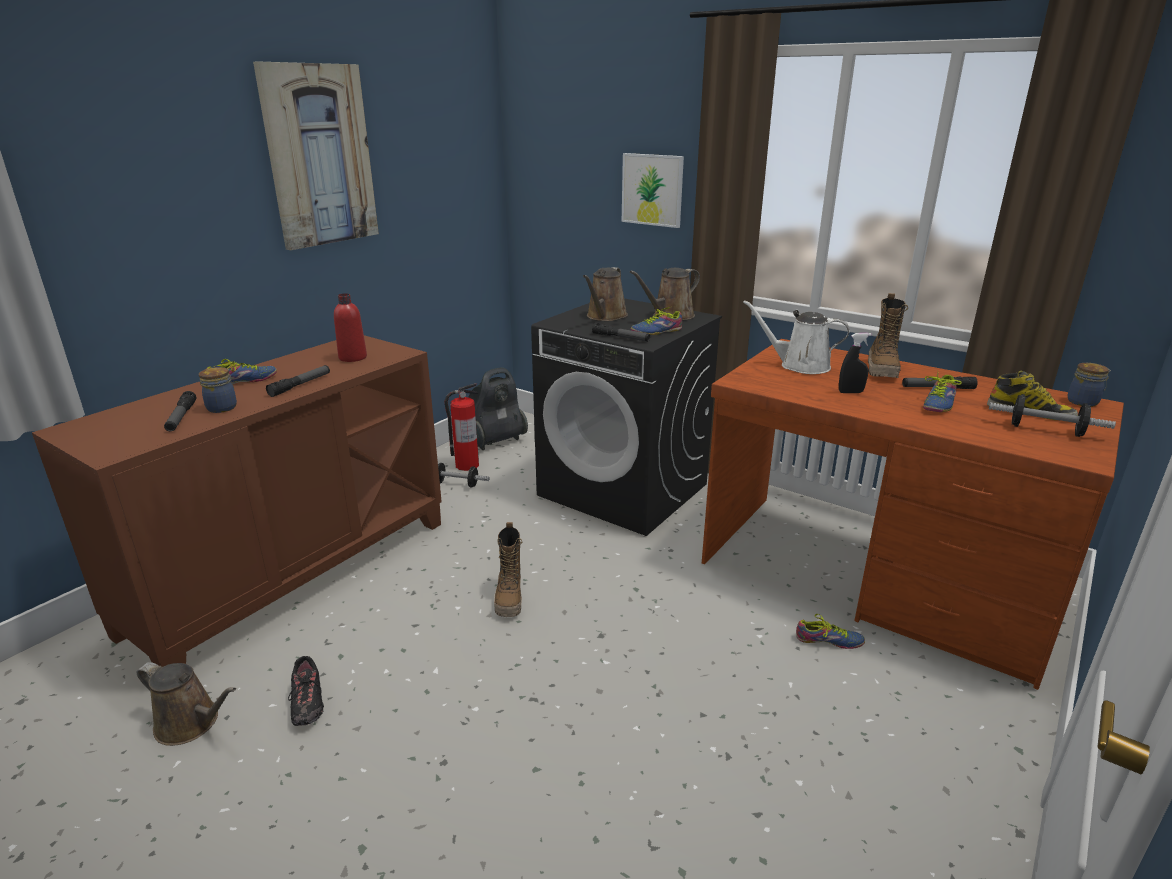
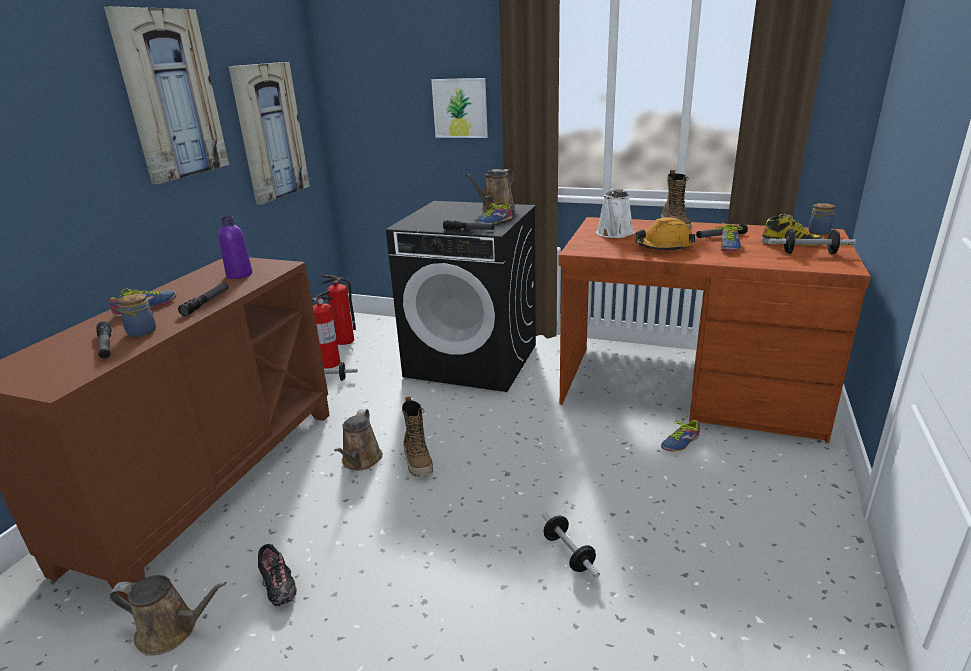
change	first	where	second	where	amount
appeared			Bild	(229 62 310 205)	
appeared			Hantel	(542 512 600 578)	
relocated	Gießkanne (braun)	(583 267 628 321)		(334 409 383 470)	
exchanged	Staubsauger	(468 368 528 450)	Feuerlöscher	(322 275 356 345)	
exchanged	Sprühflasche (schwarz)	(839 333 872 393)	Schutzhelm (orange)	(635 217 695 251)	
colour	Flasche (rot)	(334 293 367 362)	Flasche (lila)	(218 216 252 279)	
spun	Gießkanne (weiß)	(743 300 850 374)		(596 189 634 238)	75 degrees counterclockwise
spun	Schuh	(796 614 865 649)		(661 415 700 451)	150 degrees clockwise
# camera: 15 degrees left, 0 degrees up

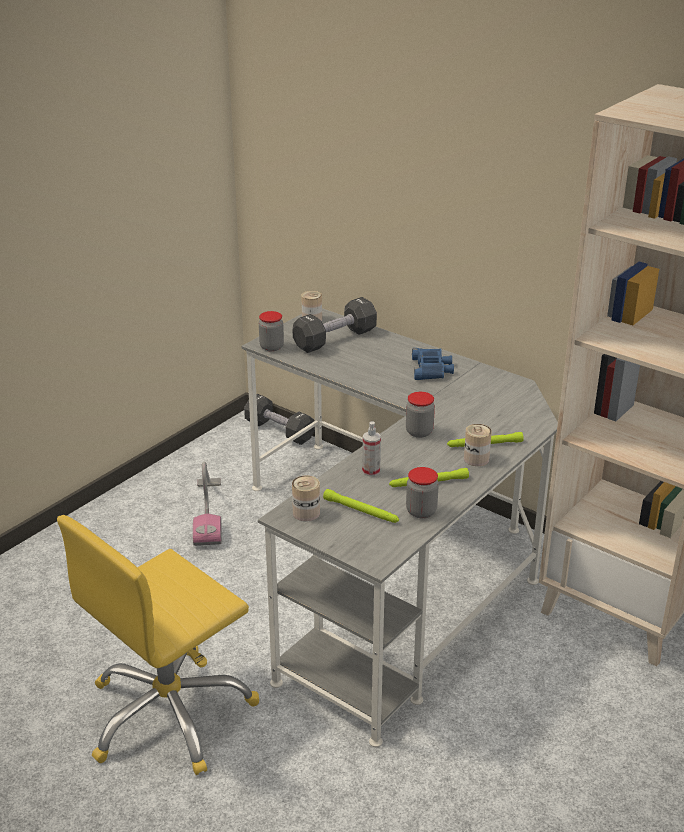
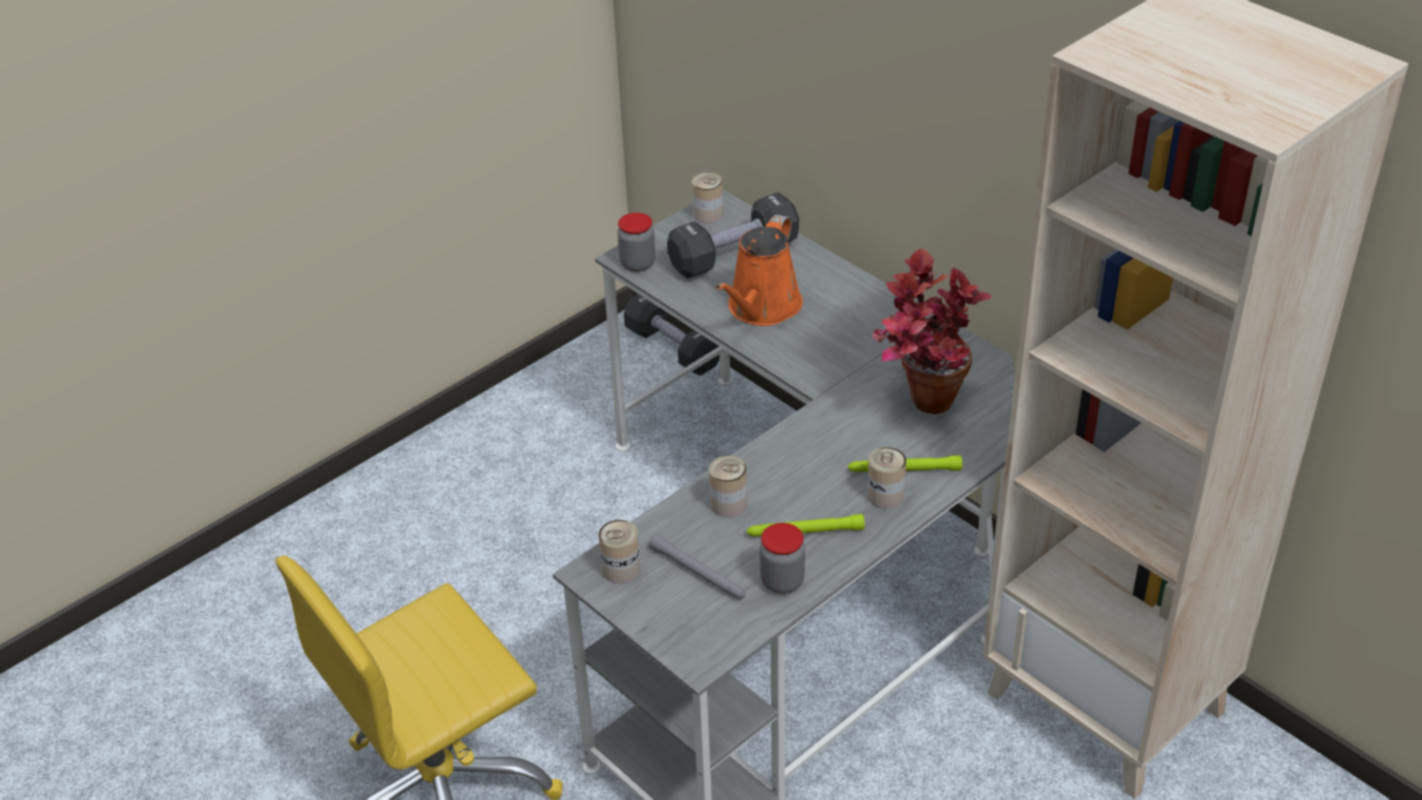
change	first	where	second	where	amount
missing	Staubsauger	(193 461 222 546)			
missing	Vorratsglas	(406 392 435 438)			
missing	Fernglas (blau)	(412 348 454 380)			
appeared			Gießkanne (orange)	(716 215 803 326)	
appeared			Topfpflanze	(872 249 992 414)	
exchanged	Sprühflasche	(362 422 381 476)	Dose	(709 456 747 518)	
colour	Taschenlampe (grün)	(323 489 399 523)	Taschenlampe (grau)	(649 534 745 599)	
# camera: 10 degrees right, 10 degrees up

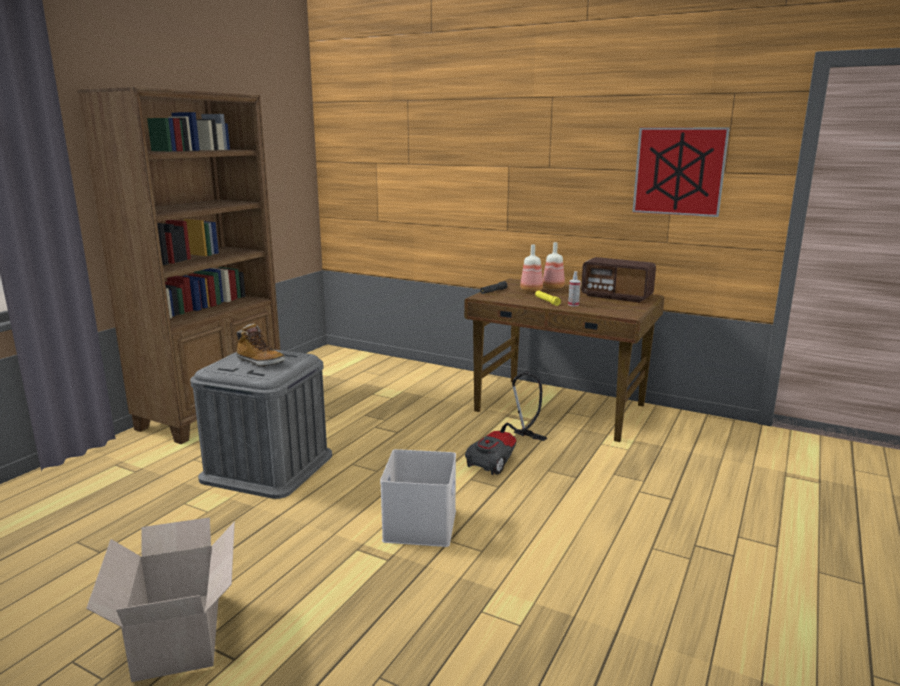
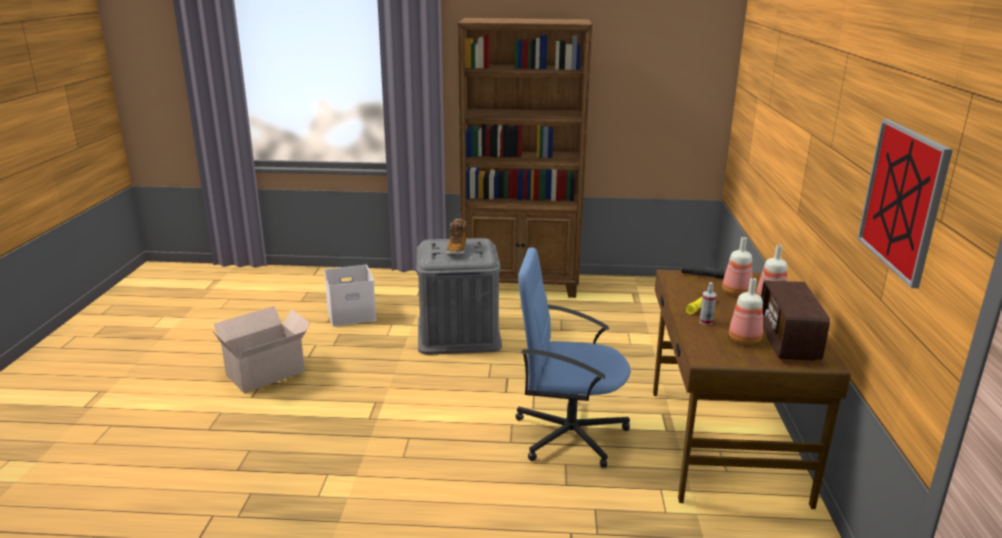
change	first	where	second	where	amount
appeared			Flasche	(729 278 763 345)	
relocated	Aufbewahrungsbox (weiß)	(380 449 456 547)		(324 265 377 327)	
exchanged	Staubsauger	(465 372 547 475)	Bürostuhl (blau)	(515 247 631 468)	
# camera: 65 degrees right, 5 degrees up

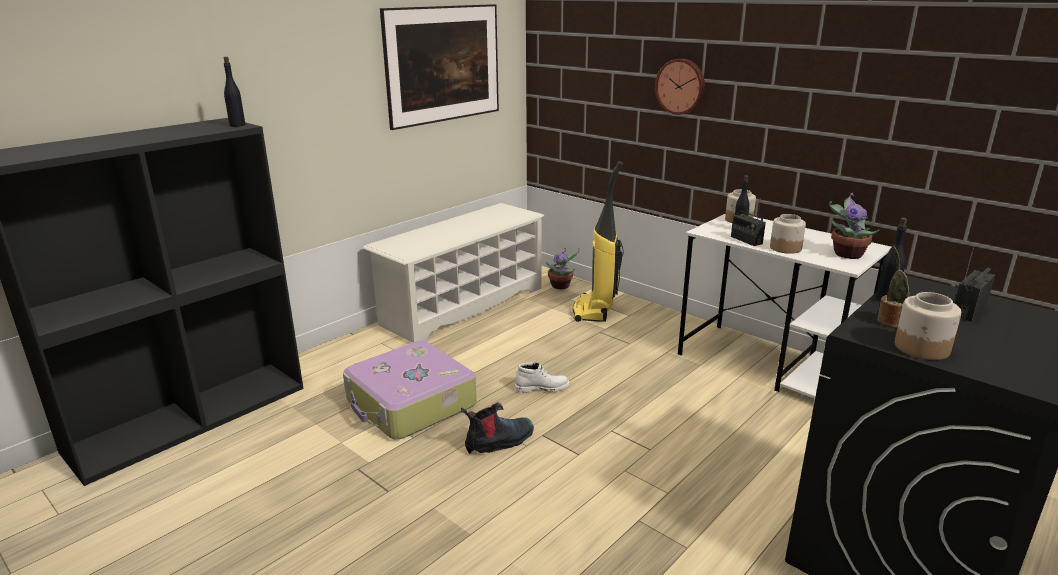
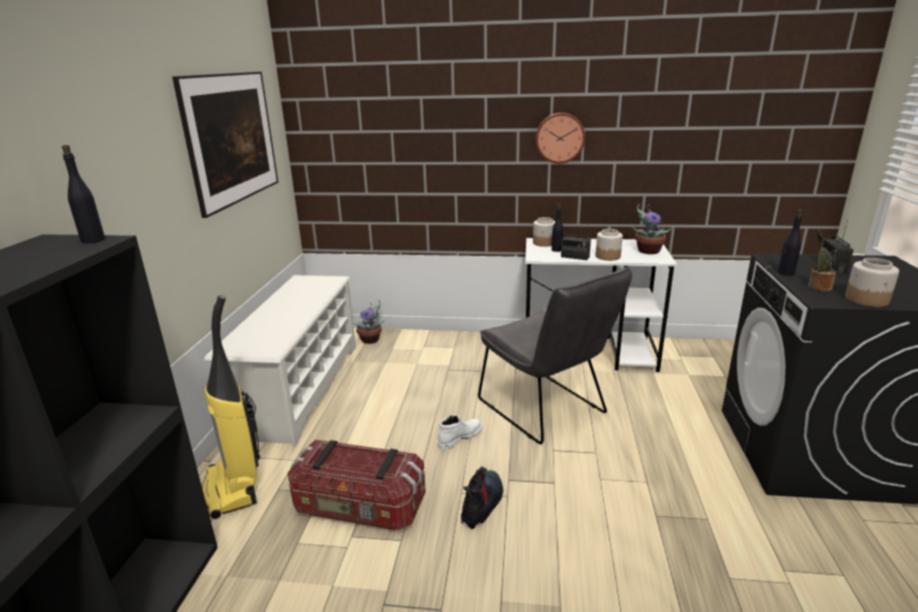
change	first	where	second	where	amount
appeared			Stuhl (grau)	(478 266 632 444)	
relocated	Staubsauger	(572 161 624 322)		(202 295 261 519)	
relocated	Wanduhr	(655 59 705 115)		(536 113 585 164)	
exchanged	Koffer	(343 341 477 439)	Aufbewahrungsbox	(287 440 426 530)	
# camera: 35 degrees left, 0 degrees up

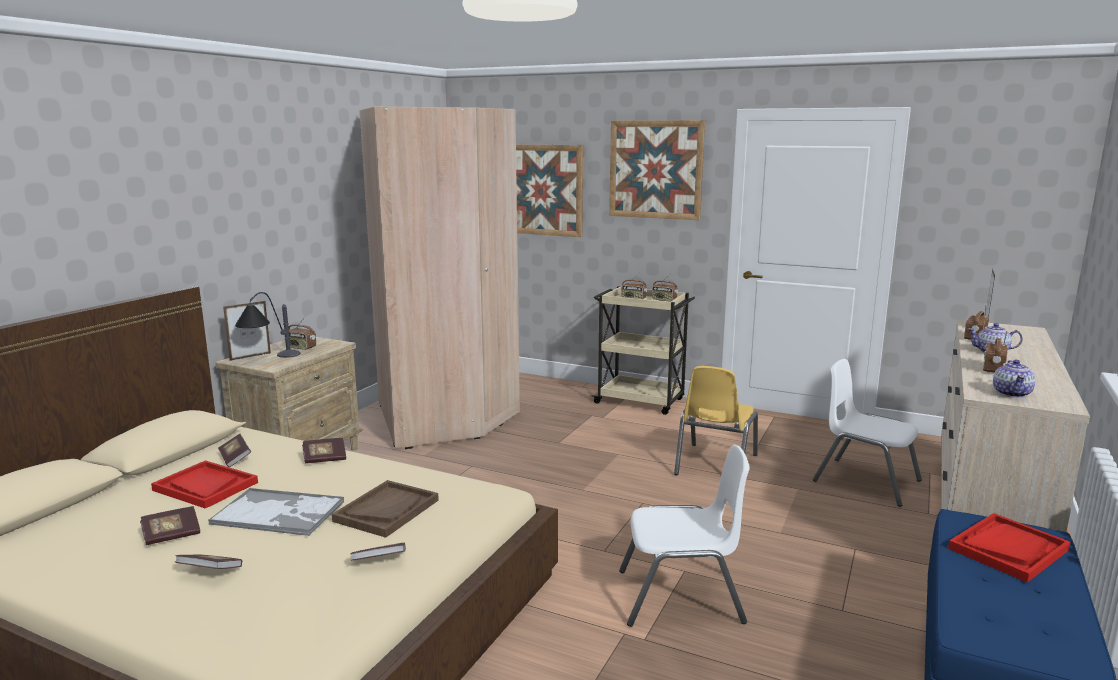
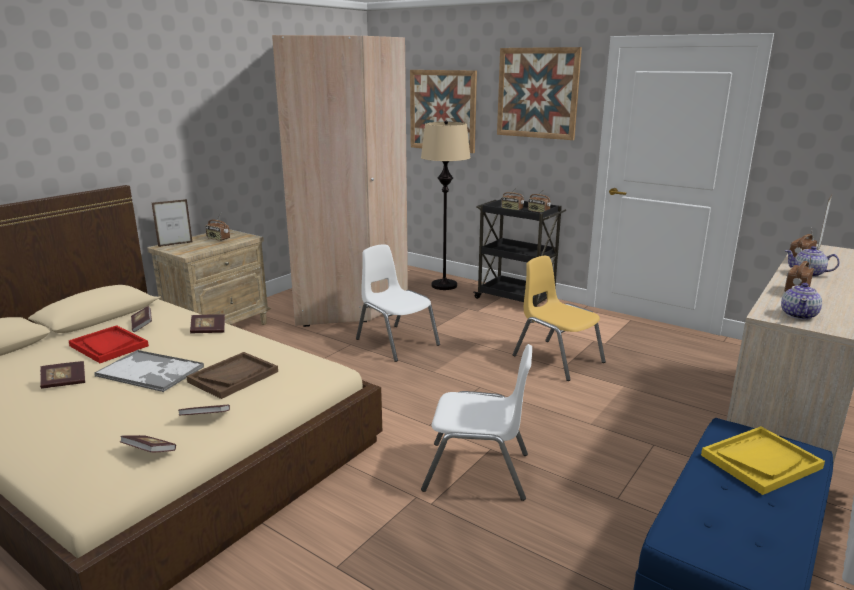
change	first	where	second	where	amount
missing	Tischlampe	(235 292 301 358)			
appeared			Stehlampe (beige)	(421 120 471 290)	
relocated	Buch	(175 555 242 569)		(119 435 176 452)	
relocated	Stuhl (weiß)	(813 359 922 507)		(356 244 440 362)	
colour	Rollwagen (beige)	(592 286 695 415)	Rollwagen (schwarz)	(474 198 566 307)	
colour	Tablett (rot)	(948 513 1071 582)	Tablett (gelb)	(701 426 825 495)	
spun	Stuhl (gelb)	(674 366 758 475)		(513 256 606 381)	105 degrees clockwise
# camera: 10 degrees right, 5 degrees up

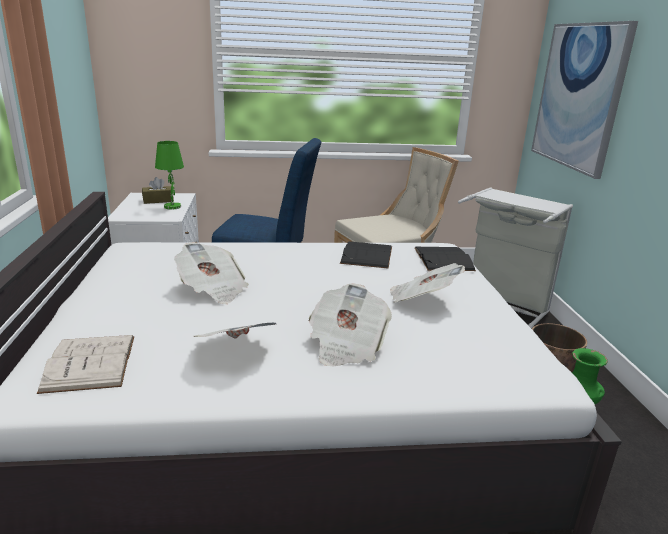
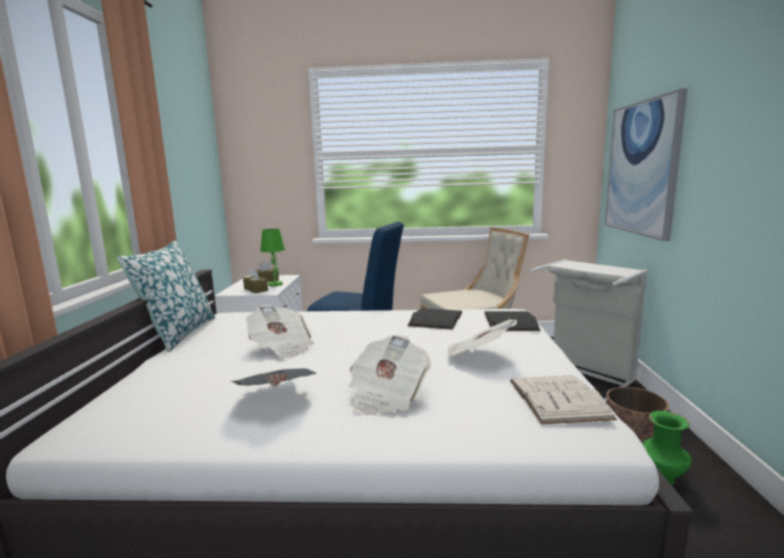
change	first	where	second	where	amount
appeared			Kissen	(117 240 215 352)	
appeared			Taschentuchbox (braun)	(243 268 268 293)	
relocated	Buch (weiß)	(37 335 134 394)		(510 375 617 424)	
# camera: 10 degrees right, 10 degrees down

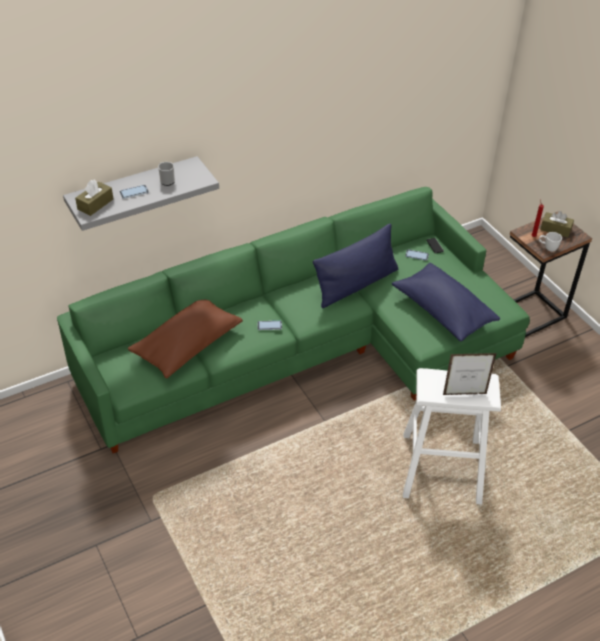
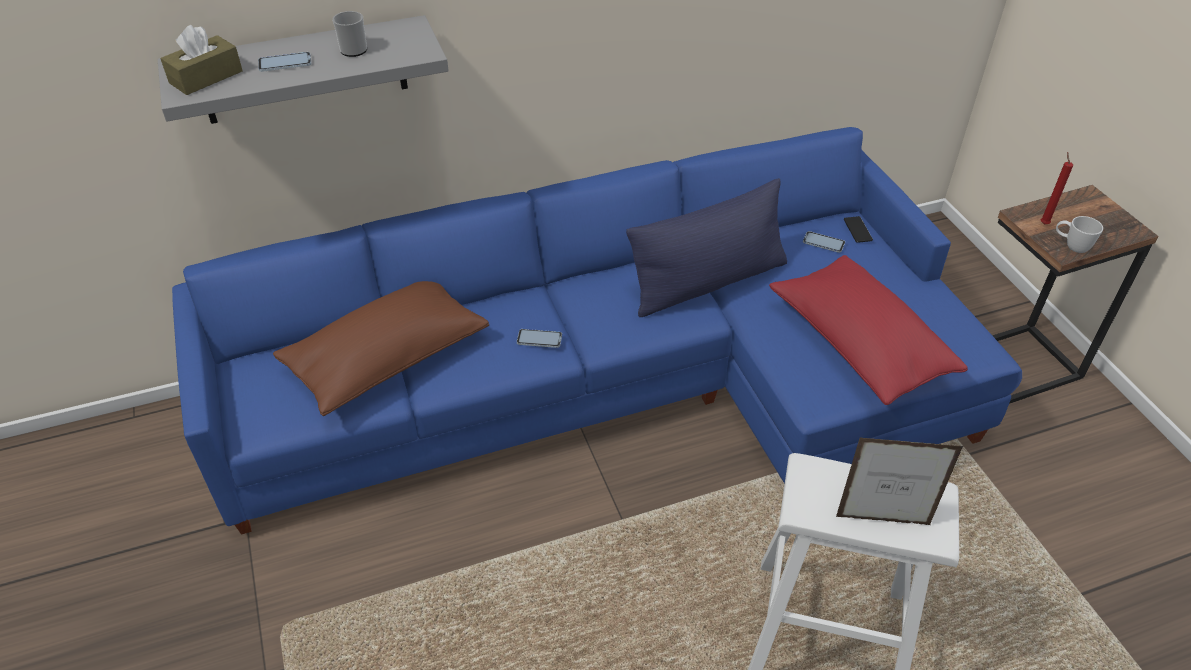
change	first	where	second	where	amount
missing	Taschentuchbox (braun)	(540 211 574 238)			
colour	Sofa (grün)	(57 187 530 453)	Sofa (blau)	(172 127 1022 535)	
colour	Kissen (blau)	(392 263 500 342)	Kissen (rot)	(769 255 968 405)	
# camera: 10 degrees right, 0 degrees up

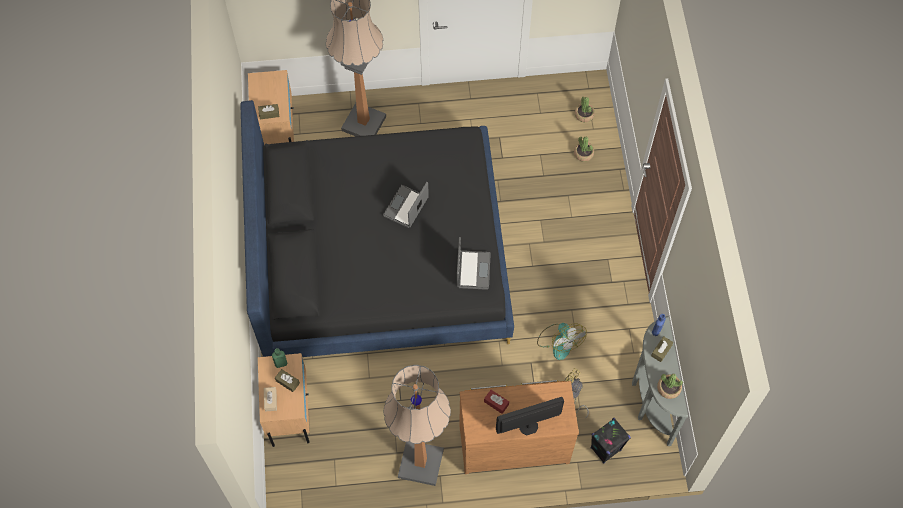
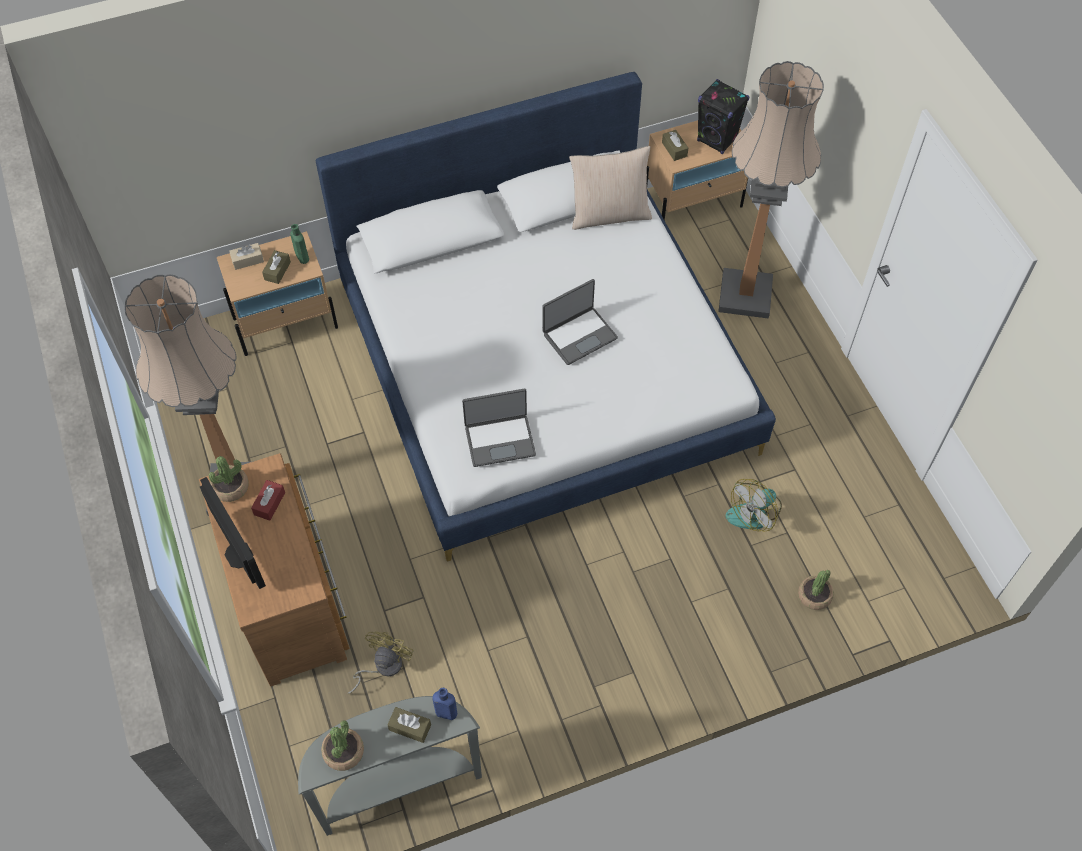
change	first	where	second	where	amount
appeared			Kissen (beige)	(569 146 652 230)	
relocated	Ventilator	(537 323 586 360)		(725 479 782 532)	
relocated	Topfpflanze	(575 97 595 122)		(209 456 249 502)	
relocated	Lautsprecher (schwarz)	(591 418 631 464)		(697 79 749 154)	
colour	Bett (schwarz)	(240 100 514 357)	Bett (weiß)	(316 72 776 562)	
spun	Laptop	(383 182 429 228)		(542 279 618 365)	135 degrees clockwise
# camera: 75 degrees right, 5 degrees down

